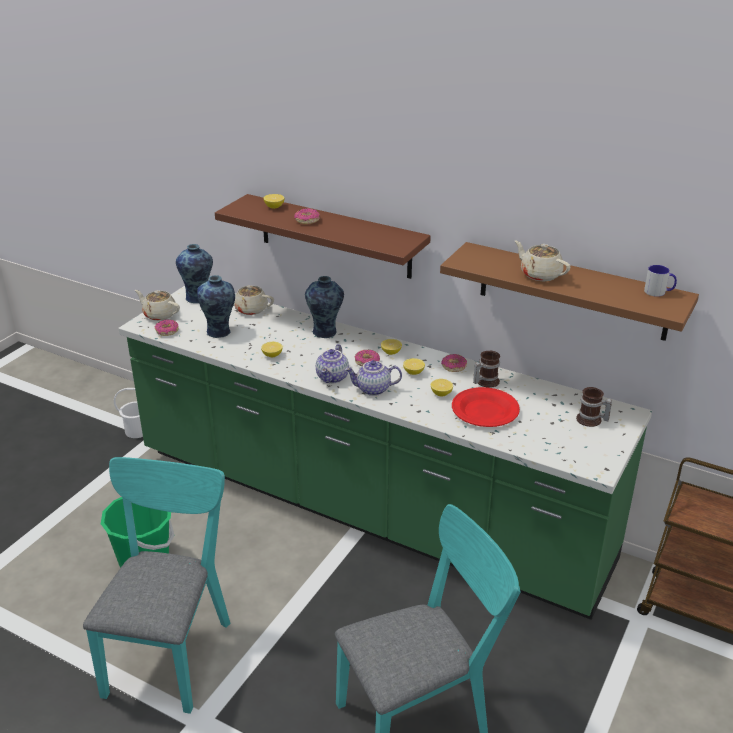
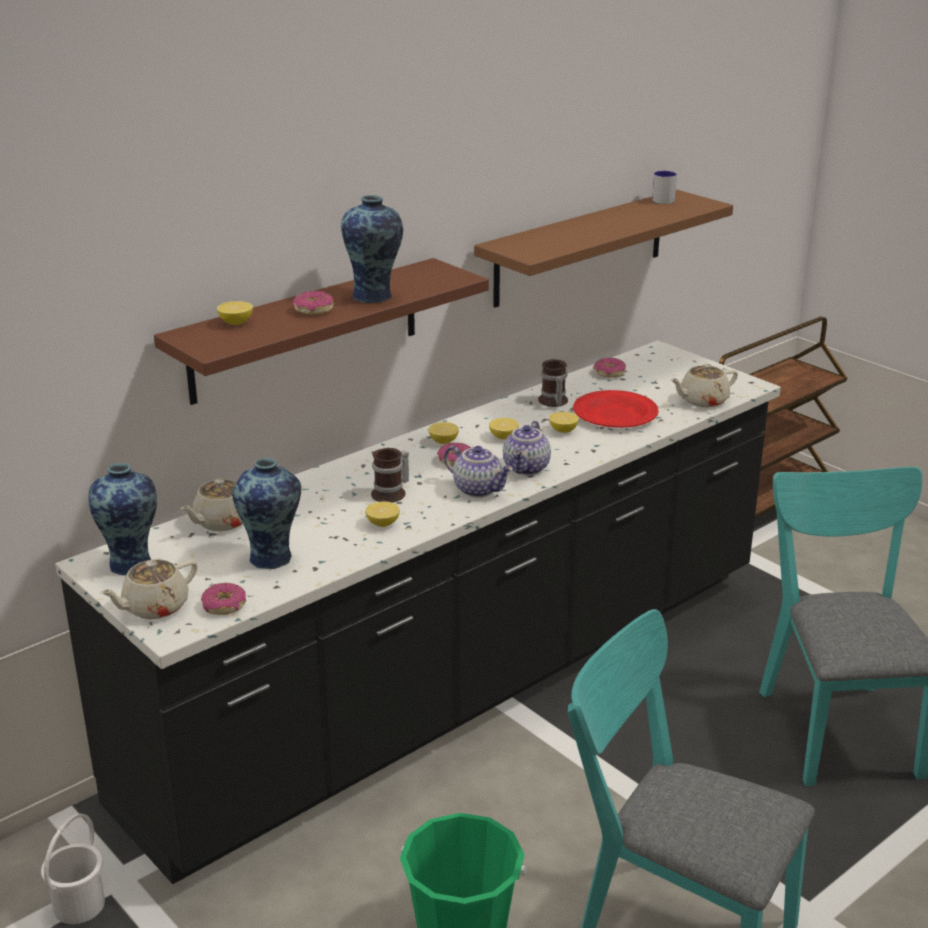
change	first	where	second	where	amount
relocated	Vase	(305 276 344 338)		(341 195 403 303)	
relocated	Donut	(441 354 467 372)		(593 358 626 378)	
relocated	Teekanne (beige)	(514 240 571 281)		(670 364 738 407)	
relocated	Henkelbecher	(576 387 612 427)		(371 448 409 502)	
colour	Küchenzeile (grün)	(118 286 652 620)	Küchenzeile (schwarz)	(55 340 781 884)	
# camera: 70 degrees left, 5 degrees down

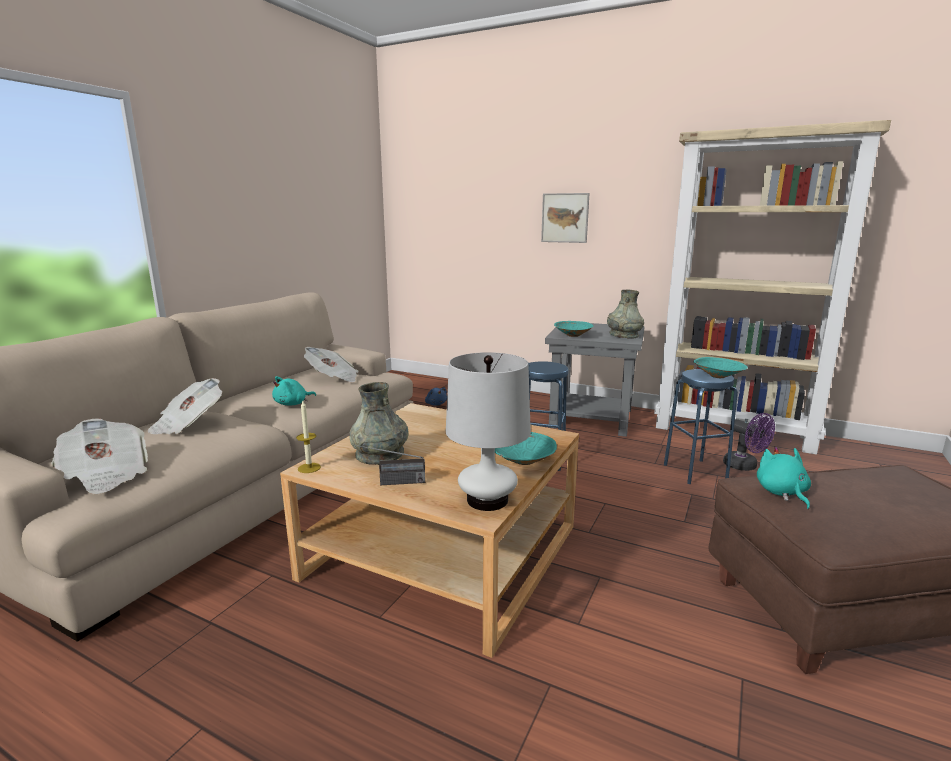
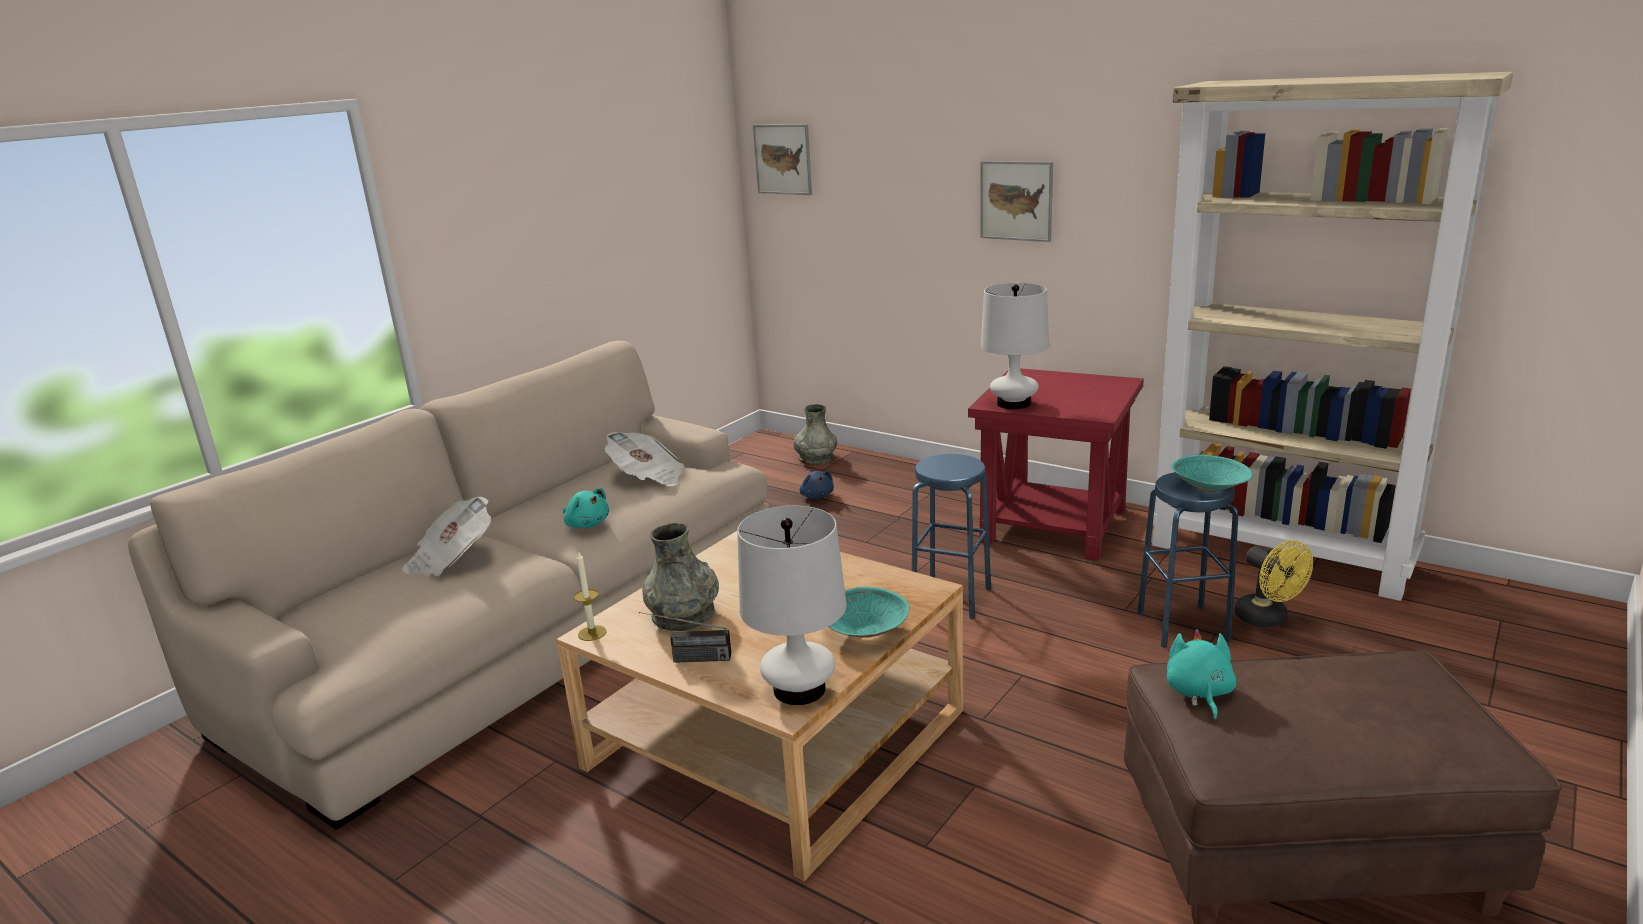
change	first	where	second	where	amount
missing	Zeitung	(52 418 148 494)			
appeared			Bild	(753 124 812 195)	
relocated	Vase (grau)	(607 290 644 338)		(794 404 837 465)	
exchanged	Schüssel (türkis)	(554 321 594 337)	Tischlampe (weiß)	(981 283 1049 410)	
colour	Beistelltisch (grau)	(545 323 645 437)	Beistelltisch (rot)	(968 368 1144 561)	
colour	Ventilator (lila)	(723 413 775 471)	Ventilator (gelb)	(1235 540 1313 627)	
spun	Plüschtier (türkis)	(272 376 316 406)		(563 488 609 528)	105 degrees counterclockwise
# camera: 10 degrees right, 5 degrees up

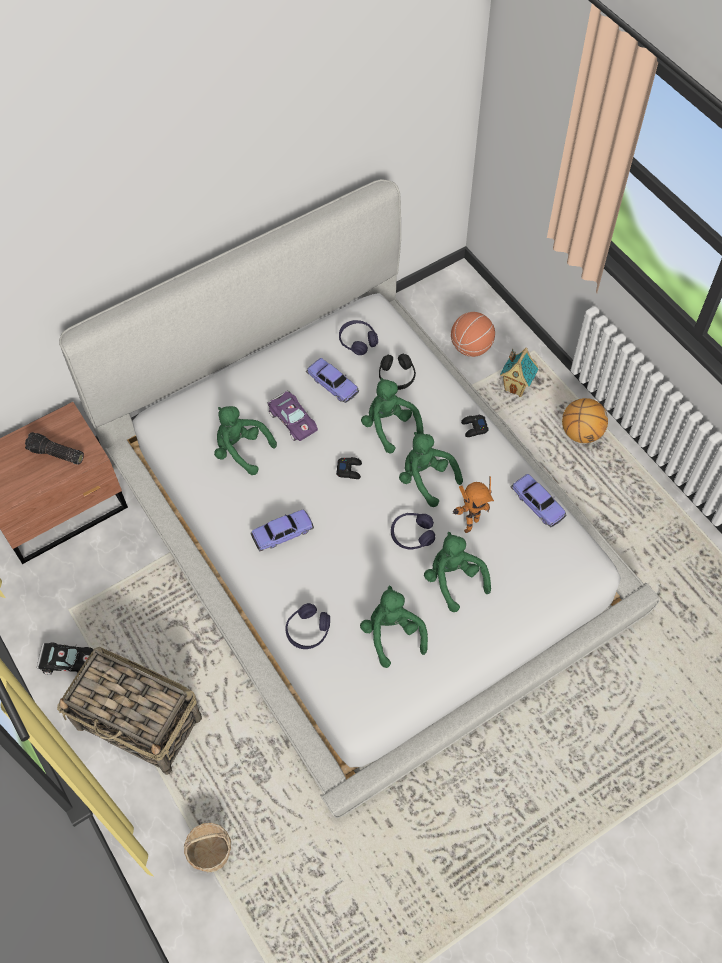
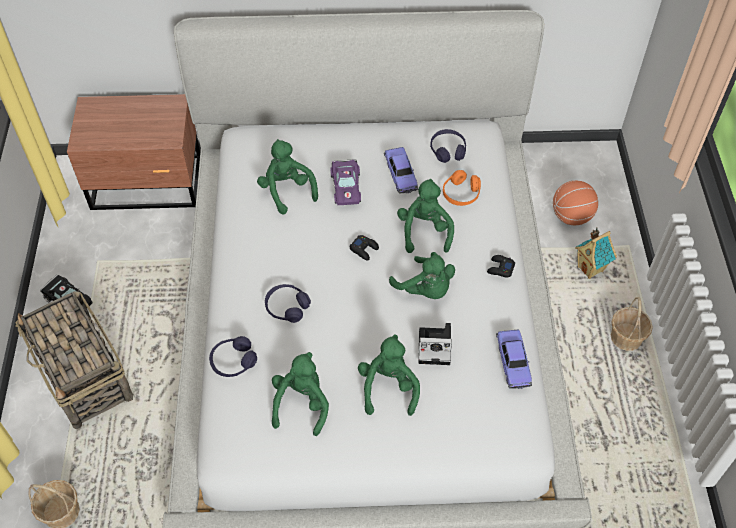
change	first	where	second	where	amount
missing	Taschenlampe	(25 433 84 465)			
missing	Spielzeugauto	(250 510 314 551)			
relocated	Kopfhörer (lila)	(391 513 435 550)		(265 284 311 323)	
exchanged	Spielzeugroboter	(453 476 494 533)	Kamera	(418 323 452 365)	
exchanged	Basketball	(562 398 608 443)	Korb	(611 297 653 351)	
colour	Kopfhörer (schwarz)	(379 354 416 390)	Kopfhörer (orange)	(443 170 481 206)	
spun	Plüschtier (grün)	(399 432 463 507)		(389 252 455 299)	150 degrees clockwise
# camera: 30 degrees right, 5 degrees down

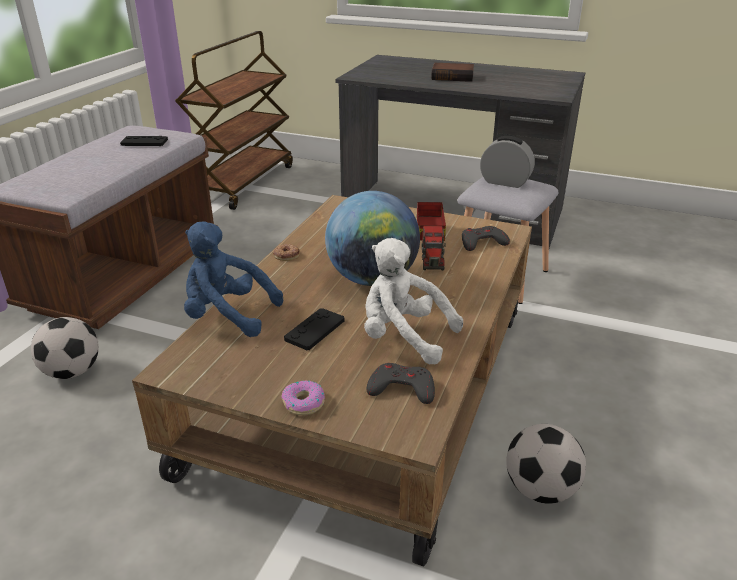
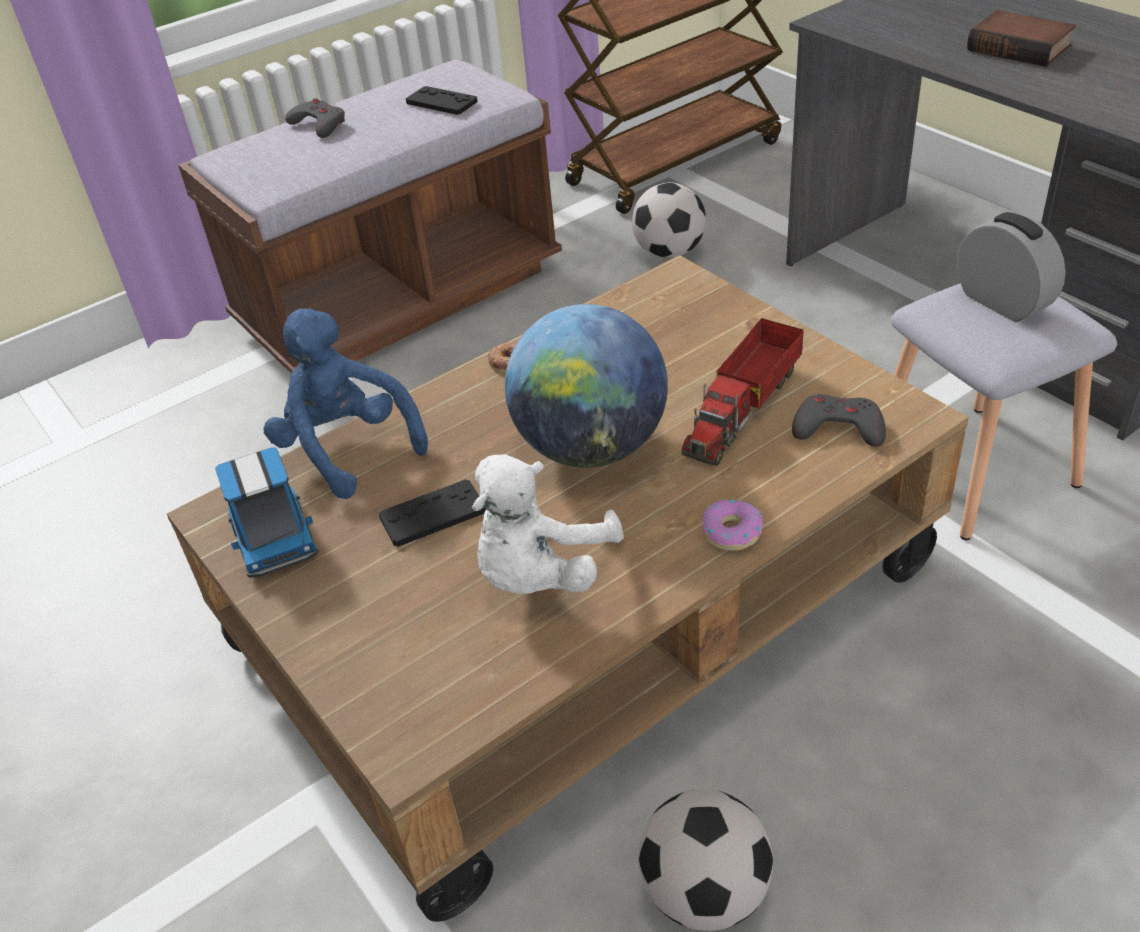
change	first	where	second	where	amount
appeared			Spielzeuglaster	(215 447 319 578)	
relocated	Fußball	(31 317 99 379)		(632 183 706 258)	
relocated	Donut	(281 380 325 415)		(702 499 763 551)	
relocated	Gamepad (grau)	(367 363 435 404)		(285 98 345 138)	
spun	Plüschtier (weiß)	(364 238 463 364)		(472 454 624 594)	120 degrees counterclockwise
# camera: 35 degrees right, 10 degrees up

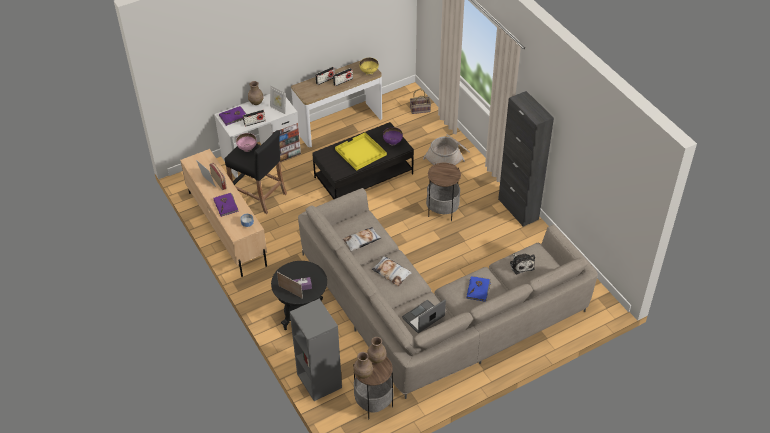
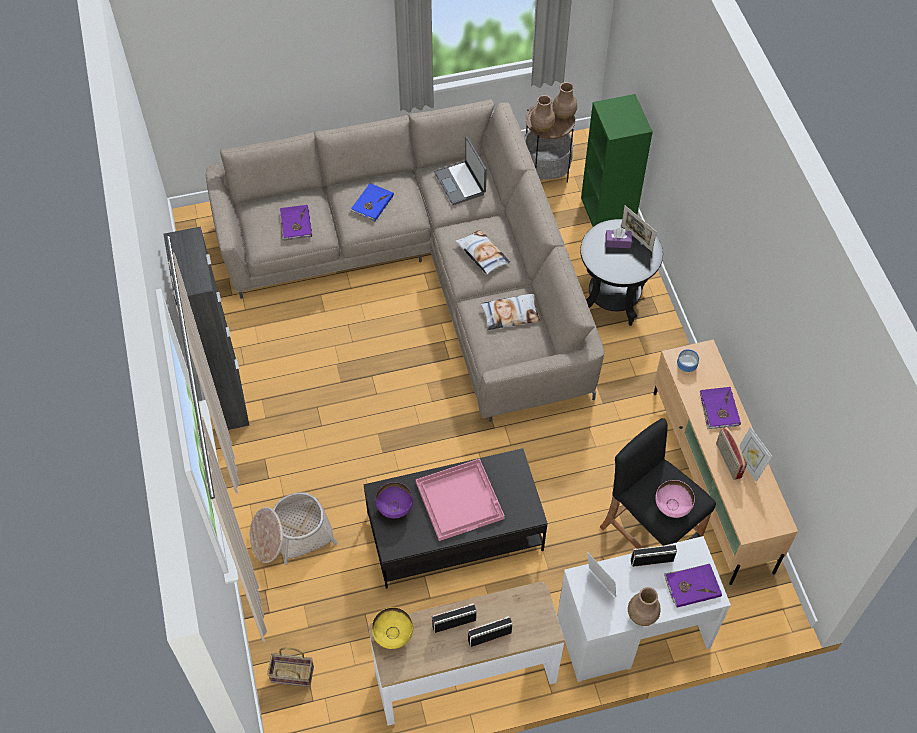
change	first	where	second	where	amount
missing	Beistelltisch	(426 163 461 221)			
exchanged	Plüschtier	(510 253 535 274)	Buch (lila)	(280 205 312 240)	
colour	Bücherregal (grau)	(290 299 342 401)	Bücherregal (grün)	(581 94 653 227)	
colour	Tablett (gelb)	(335 132 387 171)	Tablett (rosa)	(416 458 505 541)	
spun	Laptop	(402 299 446 333)		(434 137 487 205)	90 degrees clockwise
# camera: 165 degrees left, 10 degrees up

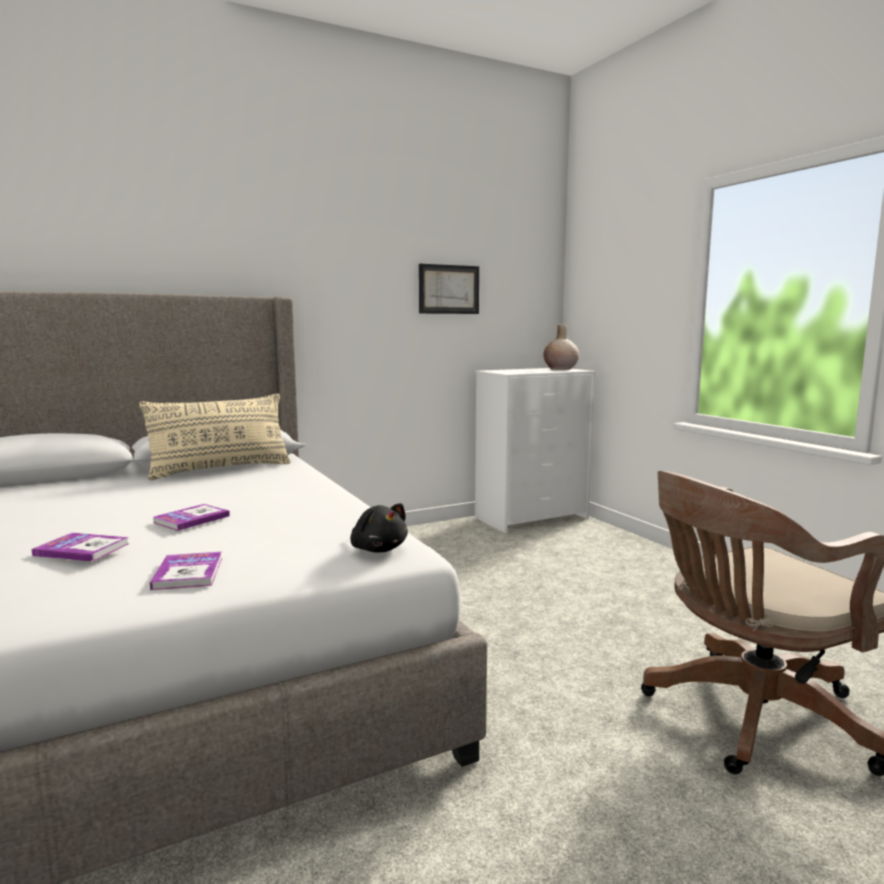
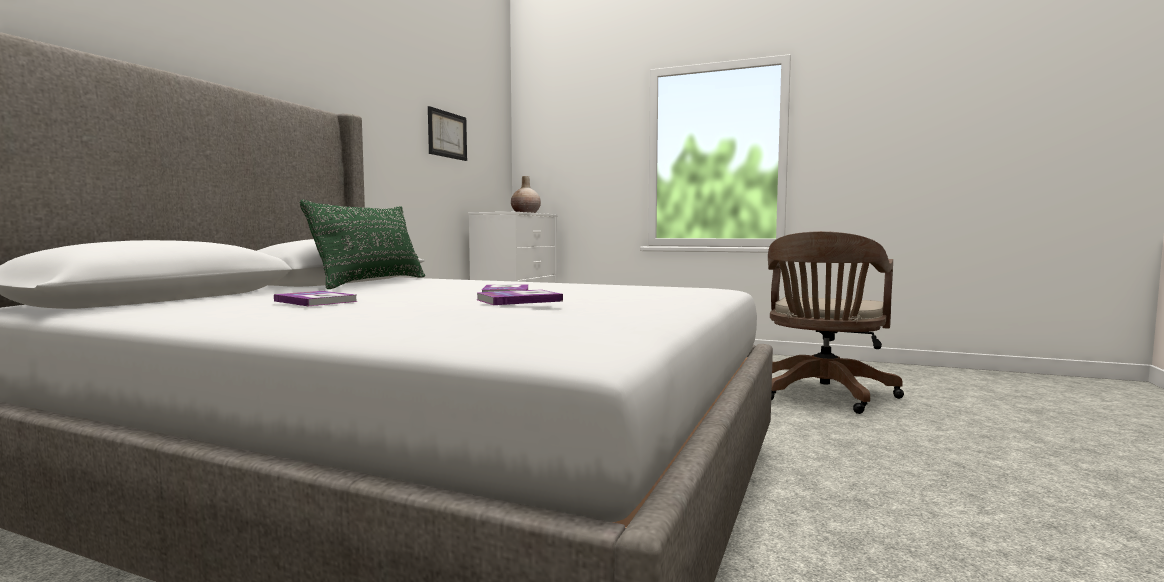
change	first	where	second	where	amount
missing	Plüschtier (schwarz)	(350 503 408 553)			
relocated	Buch	(150 552 222 590)		(274 291 357 306)	
colour	Kissen (beige)	(139 394 291 480)	Kissen (grün)	(299 200 425 289)	
# camera: 40 degrees left, 5 degrees down

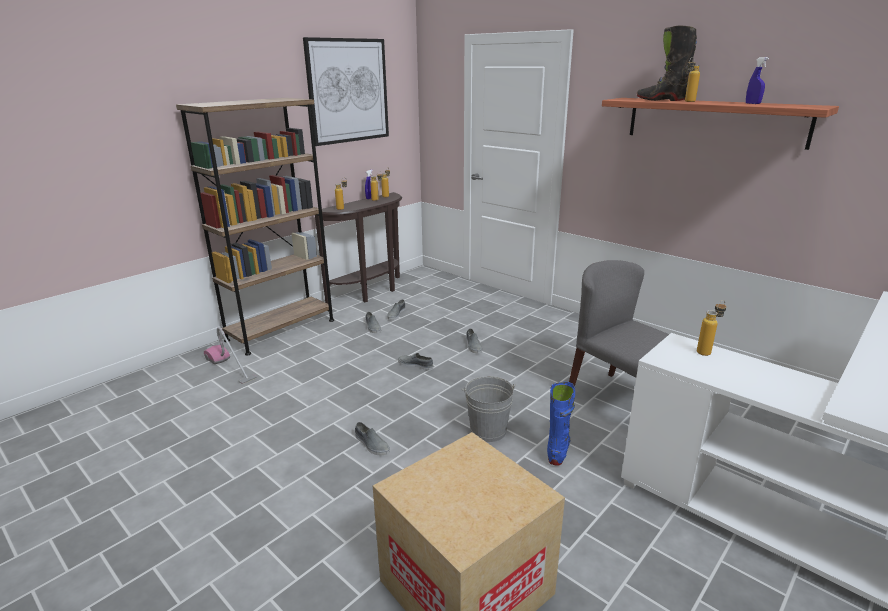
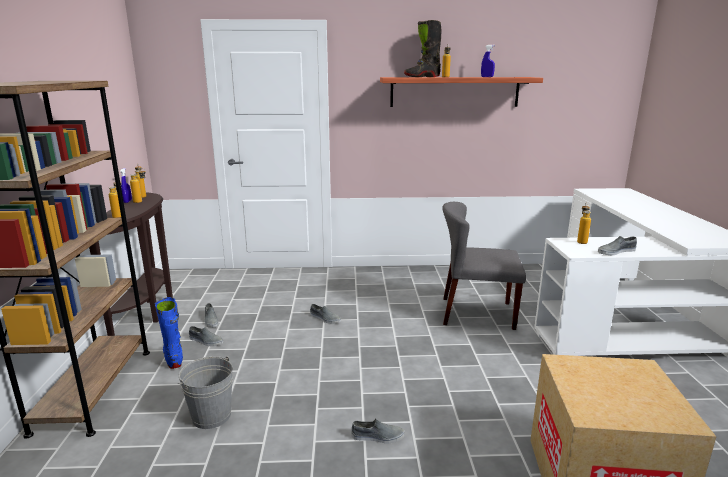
change	first	where	second	where	amount
missing	Staubsauger	(204 327 257 384)			
missing	Bild	(303 37 389 146)			
relocated	Schuh (grau)	(398 353 433 370)		(598 236 637 255)	
relocated	Eimer (grau)	(462 376 516 442)		(178 356 233 429)	
relocated	Stiefel (blau)	(547 382 575 466)		(155 297 183 369)	
# camera: 45 degrees left, 5 degrees down

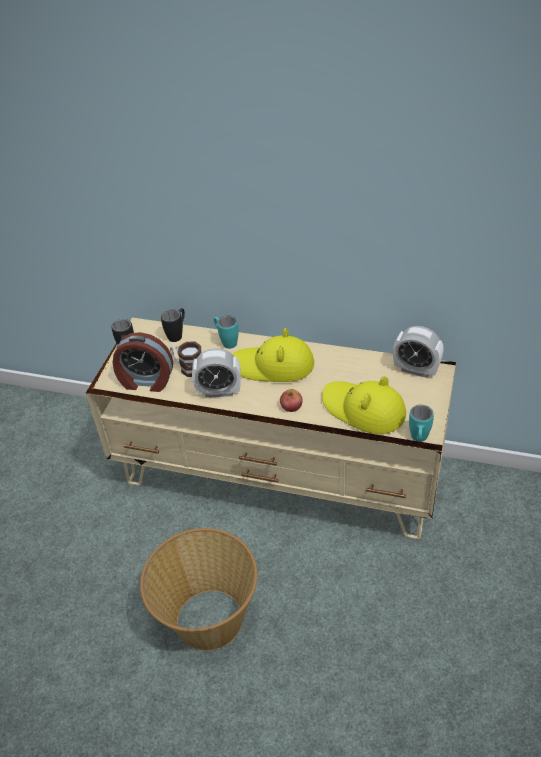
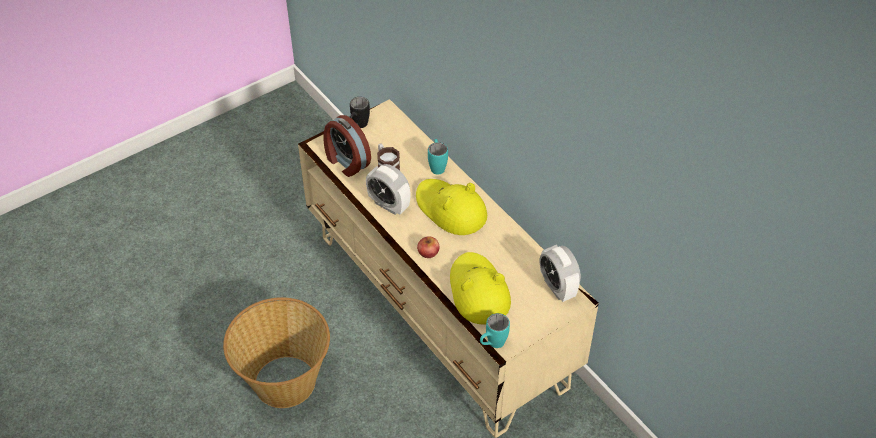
change	first	where	second	where	amount
missing	Henkelbecher (schwarz)	(161 308 185 342)			
# camera: 35 degrees right, 5 degrees up

